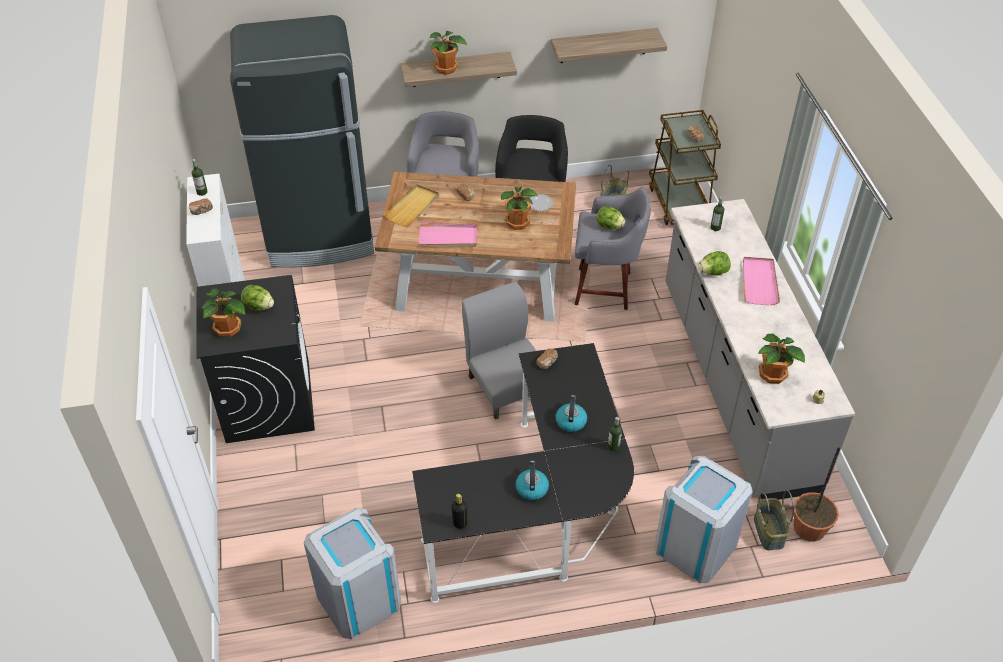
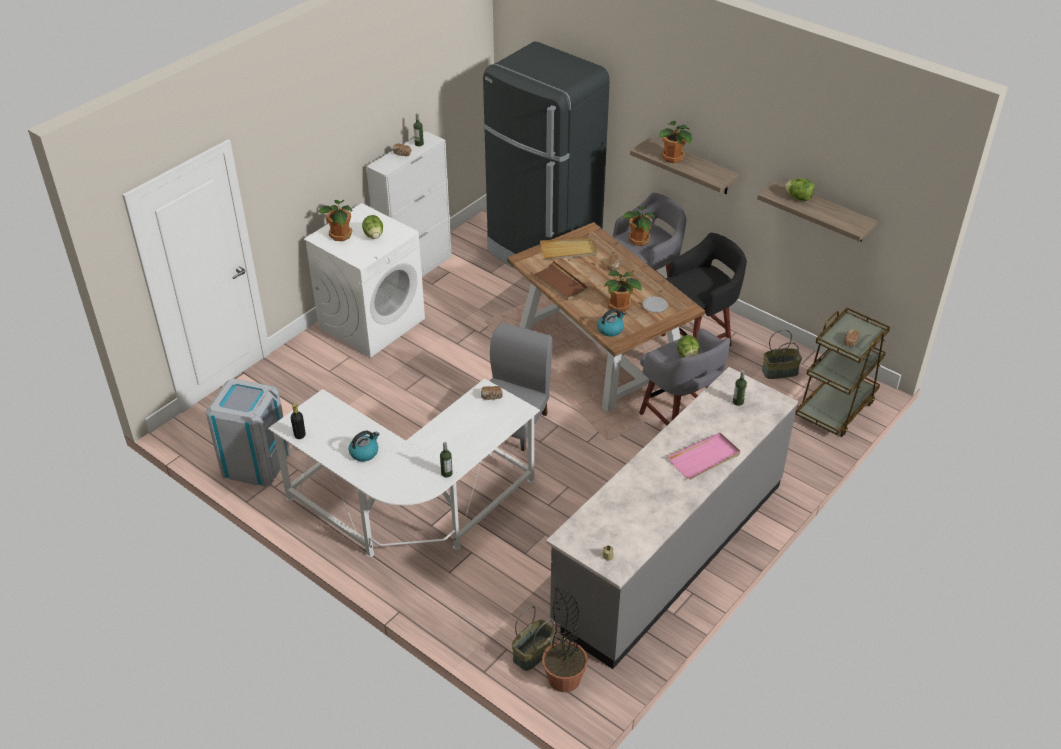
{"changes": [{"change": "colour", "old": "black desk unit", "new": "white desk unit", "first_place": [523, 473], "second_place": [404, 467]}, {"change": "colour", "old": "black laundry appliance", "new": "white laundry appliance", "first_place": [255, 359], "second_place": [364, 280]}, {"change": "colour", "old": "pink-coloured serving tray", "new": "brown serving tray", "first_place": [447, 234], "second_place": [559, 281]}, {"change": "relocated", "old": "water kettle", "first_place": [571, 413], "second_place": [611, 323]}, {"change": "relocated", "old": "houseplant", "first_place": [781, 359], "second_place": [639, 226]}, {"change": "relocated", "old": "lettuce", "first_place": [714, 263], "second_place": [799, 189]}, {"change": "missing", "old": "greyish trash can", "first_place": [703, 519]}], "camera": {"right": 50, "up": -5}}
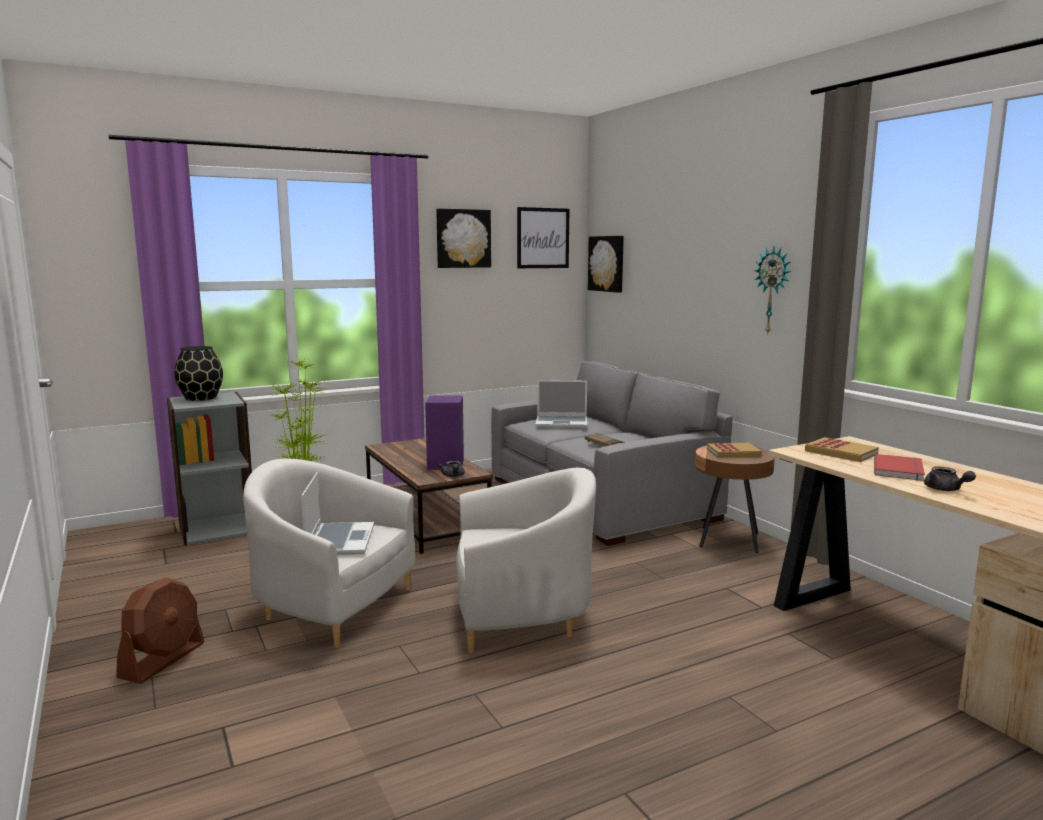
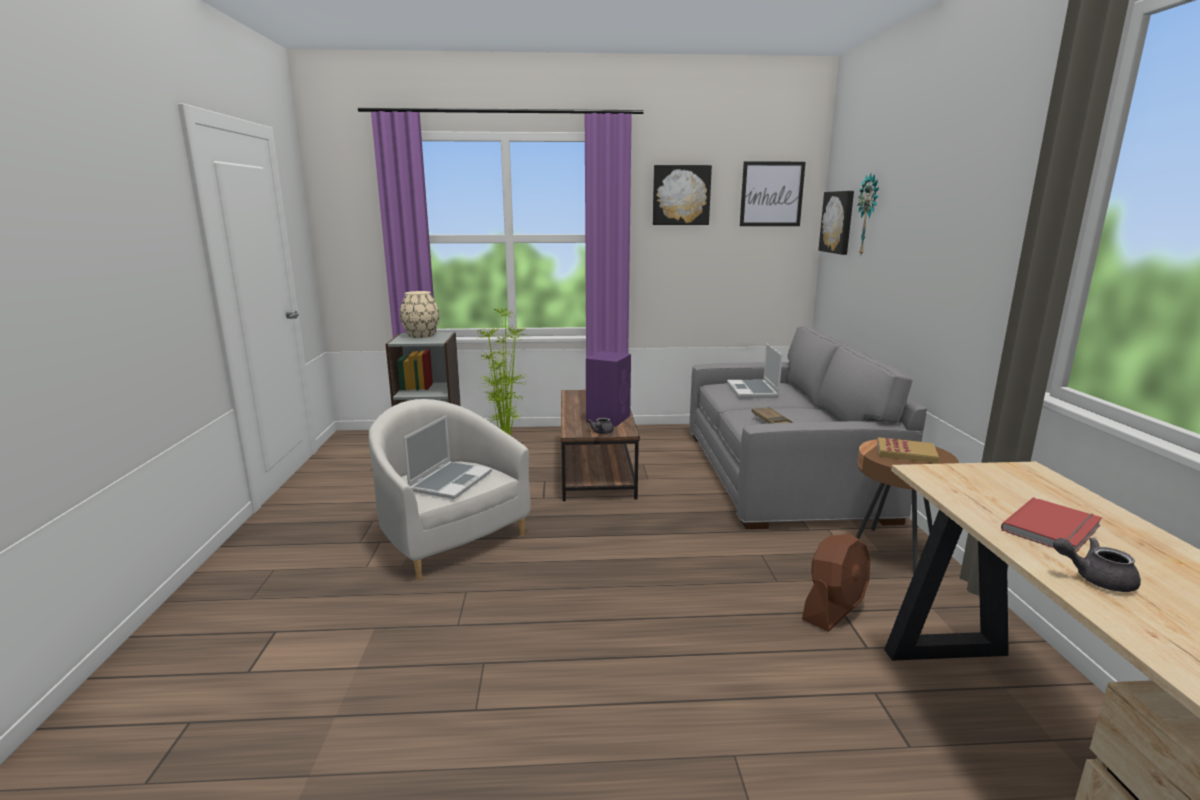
{"changes": [{"change": "colour", "old": "black vase", "new": "beige vase", "first_place": [198, 373], "second_place": [419, 314]}, {"change": "spun", "old": "laptop", "first_place": [561, 404], "second_place": [754, 370], "degrees": 60}, {"change": "relocated", "old": "brown cooling fan", "first_place": [160, 631], "second_place": [836, 583]}, {"change": "relocated", "old": "clock on the wall", "first_place": [772, 291], "second_place": [868, 214]}, {"change": "spun", "old": "greyish pot for tea", "first_place": [950, 478], "second_place": [1097, 564], "degrees": 105}, {"change": "missing", "old": "white lounge chair", "first_place": [526, 560]}, {"change": "missing", "old": "volume", "first_place": [842, 449]}], "camera": {"right": 25, "up": 5}}
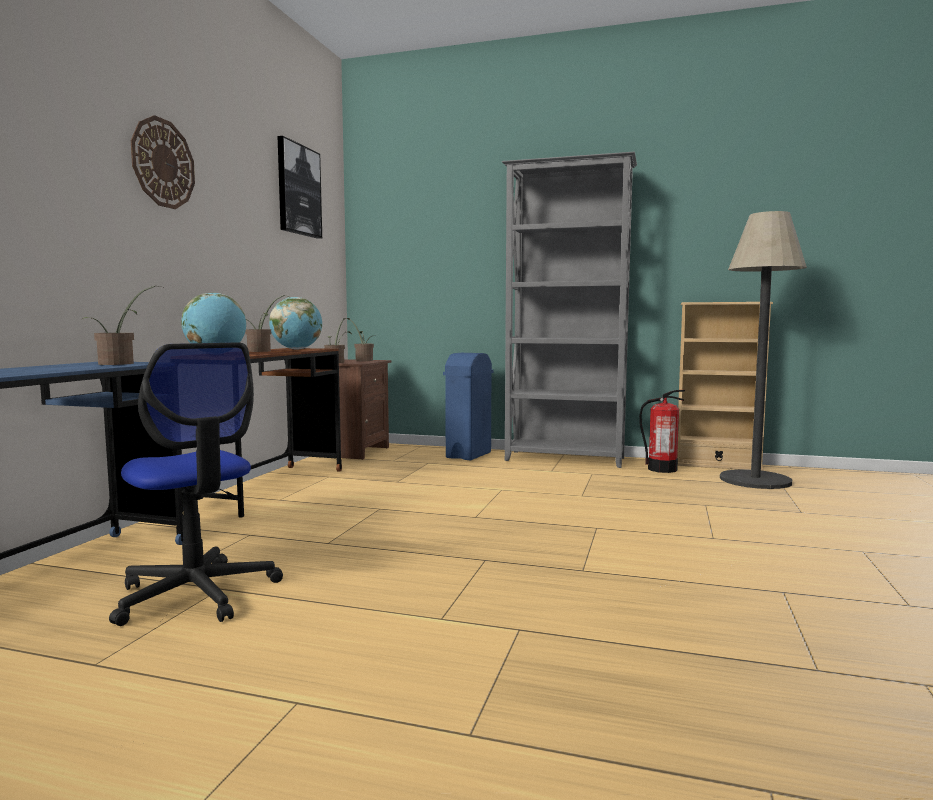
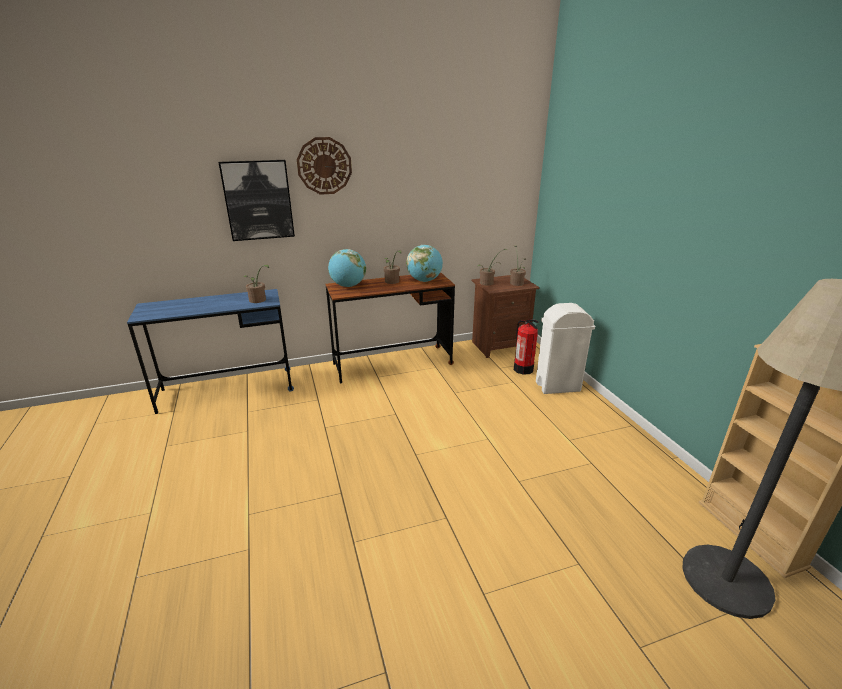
{"changes": [{"change": "relocated", "old": "picture", "first_place": [300, 187], "second_place": [256, 200]}, {"change": "relocated", "old": "fire-fighting cylinder", "first_place": [662, 431], "second_place": [526, 347]}, {"change": "colour", "old": "bluish trash can", "new": "white trash can", "first_place": [468, 407], "second_place": [565, 348]}, {"change": "missing", "old": "computer chair", "first_place": [196, 484]}, {"change": "missing", "old": "greyish bookshelf", "first_place": [569, 310]}], "camera": {"right": 55, "up": 20}}
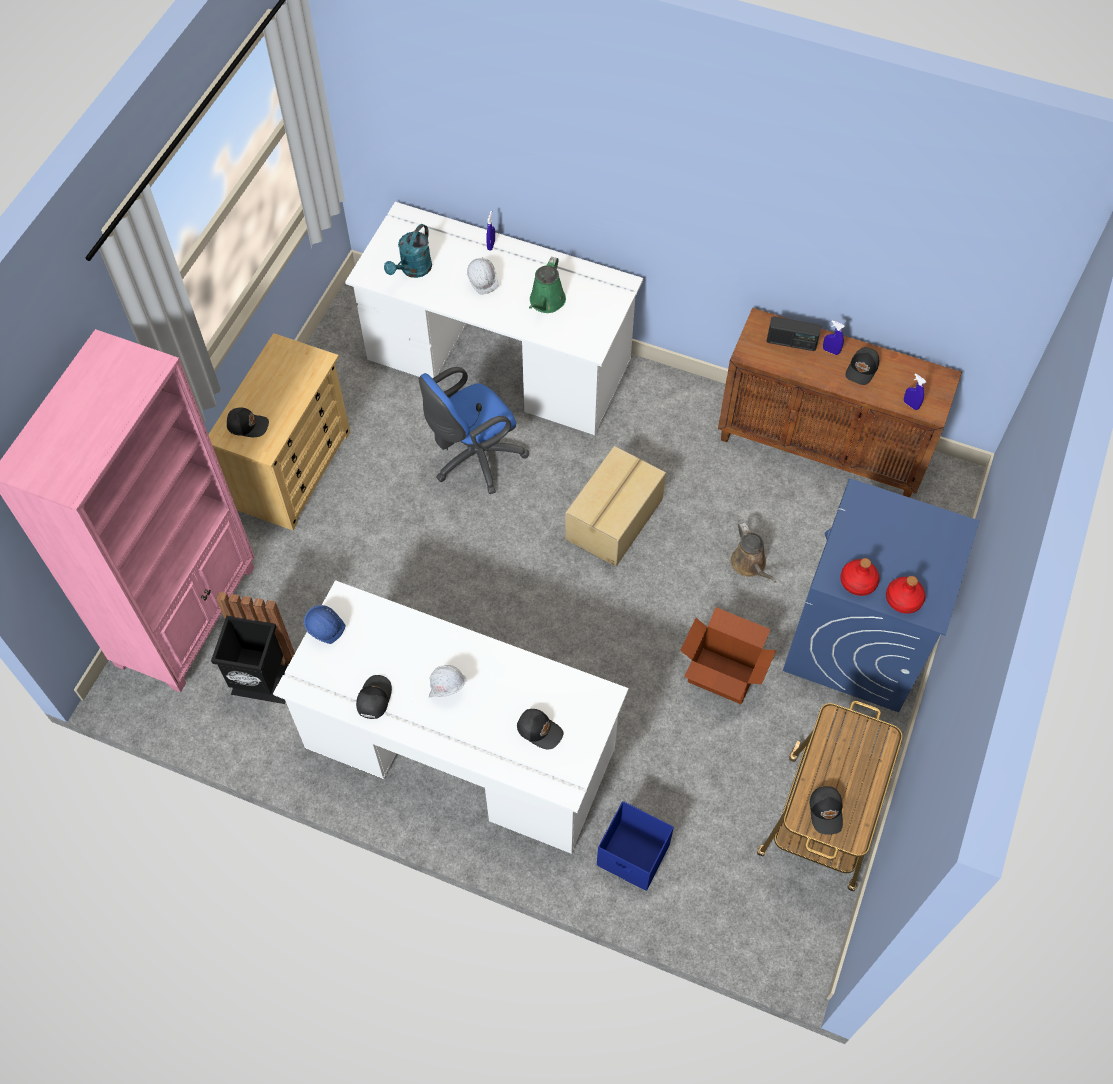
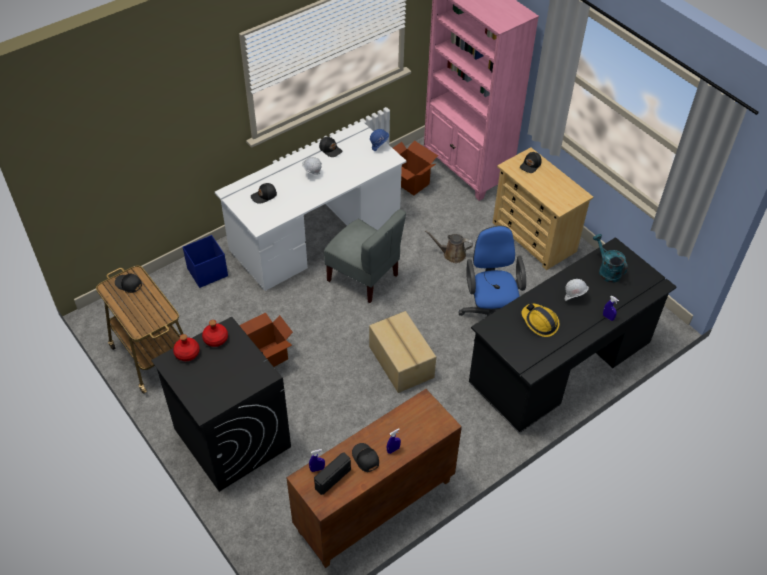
{"changes": [{"change": "colour", "old": "bluish laundry appliance", "new": "black laundry appliance", "first_place": [881, 595], "second_place": [221, 404]}, {"change": "relocated", "old": "radio", "first_place": [793, 333], "second_place": [332, 474]}, {"change": "appeared", "new": "greyish chair", "second_place": [365, 256]}, {"change": "exchanged", "old": "black trash can", "new": "cardboard box", "first_place": [253, 648], "second_place": [415, 167]}, {"change": "relocated", "old": "brown watering can", "first_place": [753, 552], "second_place": [449, 246]}, {"change": "colour", "old": "white desk unit", "new": "black desk unit", "first_place": [494, 318], "second_place": [572, 335]}, {"change": "exchanged", "old": "green watering can", "new": "hard hat", "first_place": [547, 285], "second_place": [541, 320]}], "camera": {"right": 120, "up": -10}}
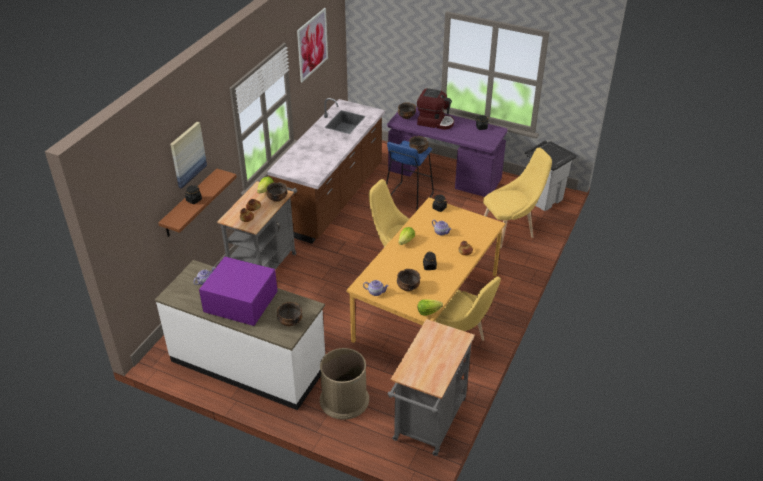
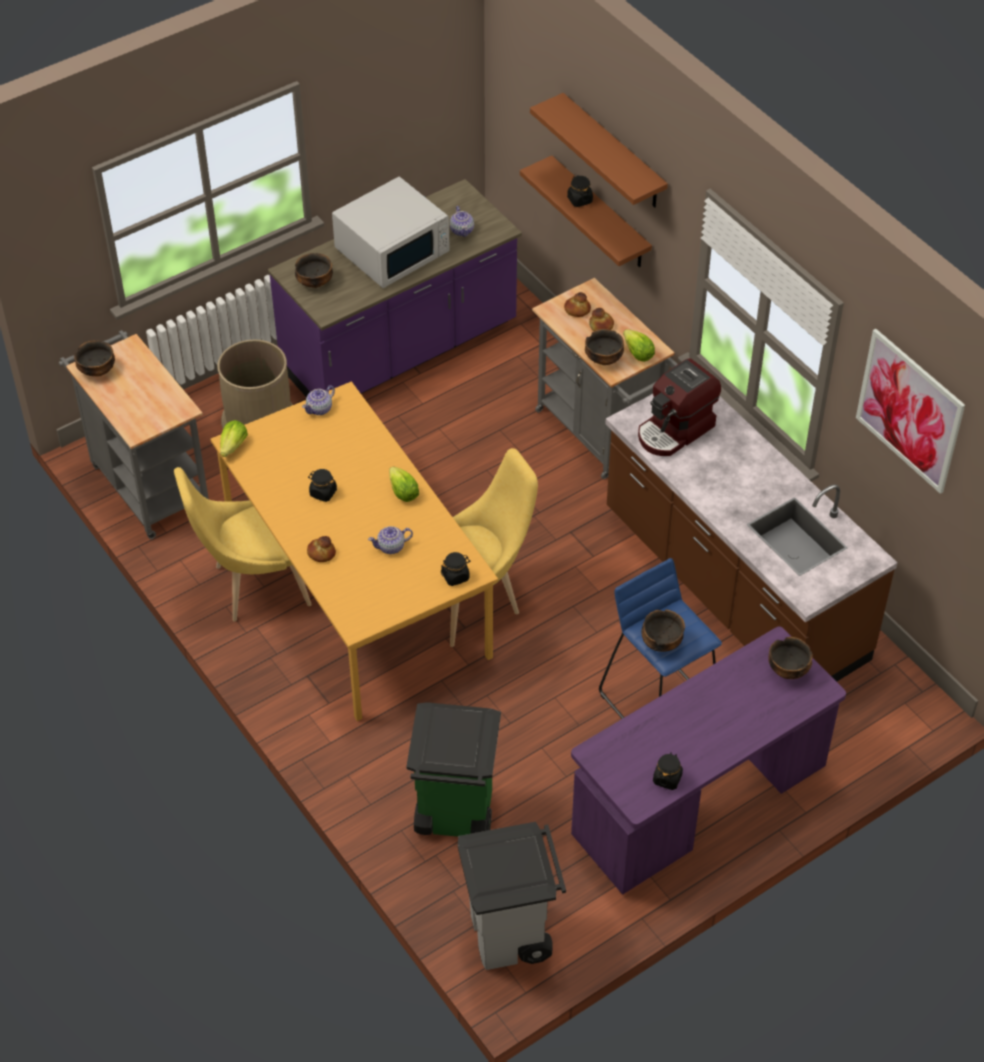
{"changes": [{"change": "relocated", "old": "deep dish", "first_place": [408, 280], "second_place": [94, 358]}, {"change": "colour", "old": "white kitchen counter", "new": "purple kitchen counter", "first_place": [240, 335], "second_place": [395, 288]}, {"change": "colour", "old": "purple microwave", "new": "white microwave", "first_place": [238, 291], "second_place": [391, 232]}, {"change": "exchanged", "old": "yellow chair", "new": "green trash can", "first_place": [517, 198], "second_place": [453, 769]}, {"change": "exchanged", "old": "picture", "new": "brown wall shelf", "first_place": [188, 155], "second_place": [599, 150]}, {"change": "relocated", "old": "coffee brewer", "first_place": [435, 109], "second_place": [679, 407]}], "camera": {"right": 120, "up": 10}}
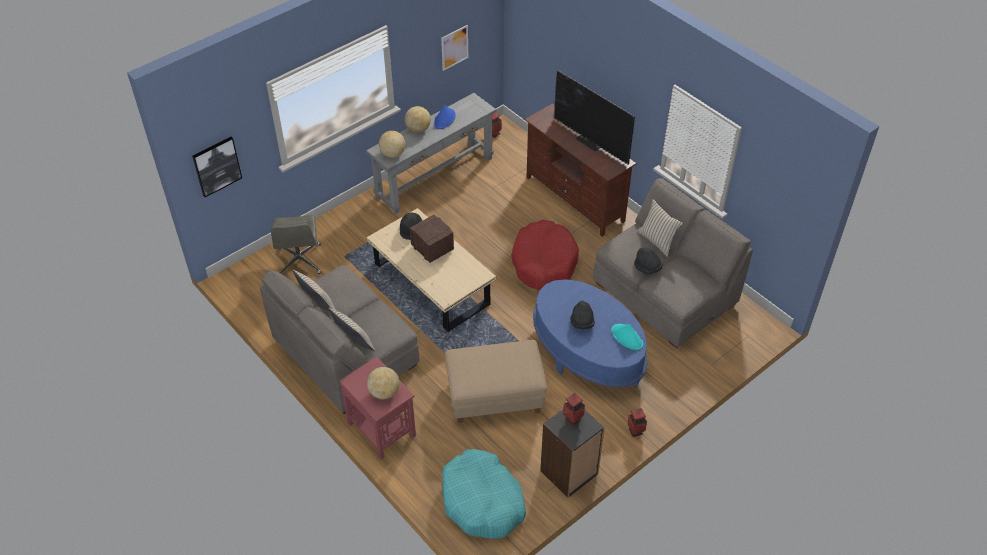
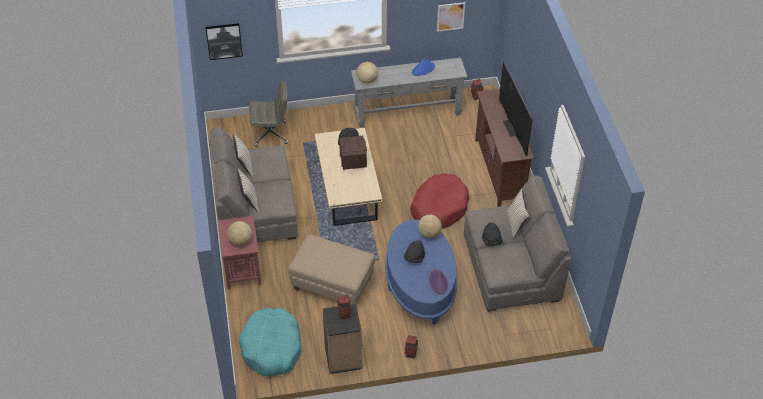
{"changes": [{"change": "spun", "old": "greyish computer chair", "first_place": [296, 244], "second_place": [268, 113], "degrees": -120}, {"change": "relocated", "old": "globe", "first_place": [418, 119], "second_place": [430, 226]}, {"change": "colour", "old": "turquoise clothing hat", "new": "purple clothing hat", "first_place": [627, 337], "second_place": [438, 282]}], "camera": {"right": 30, "up": 0}}
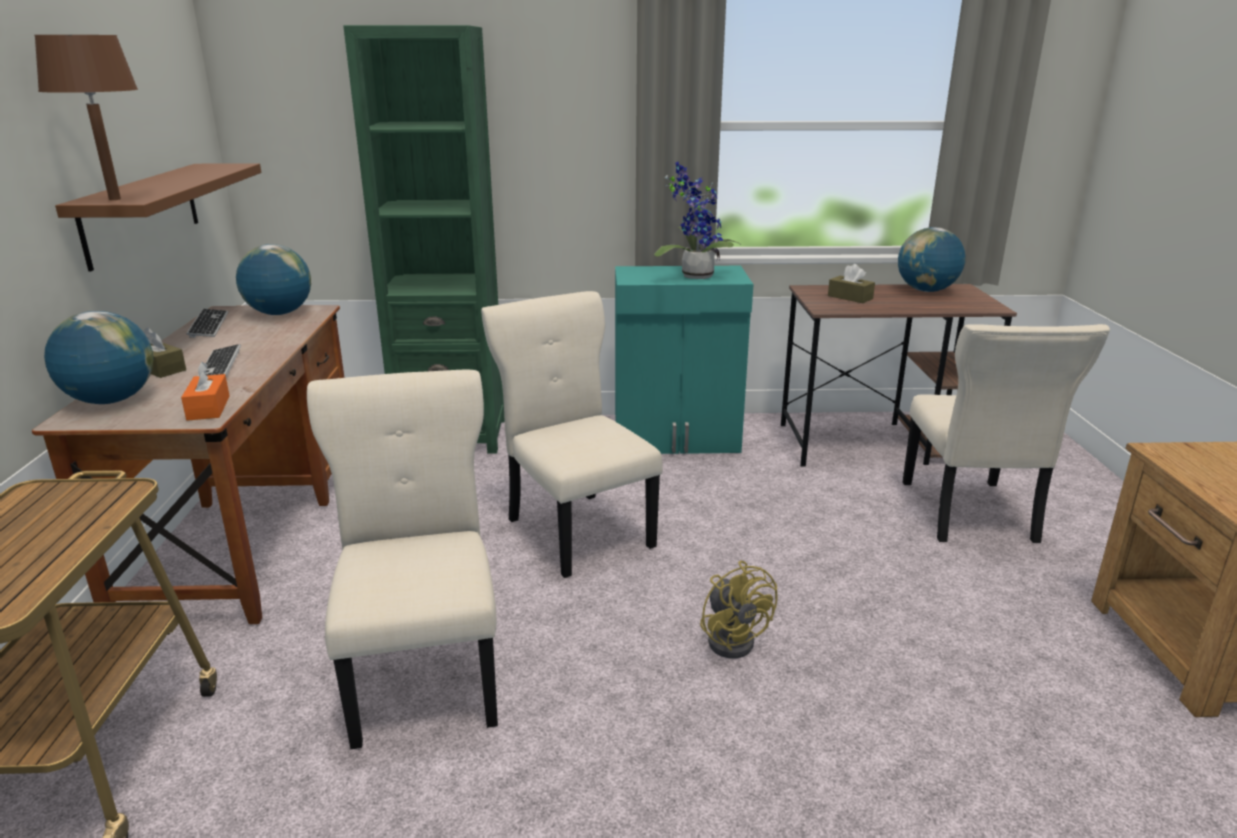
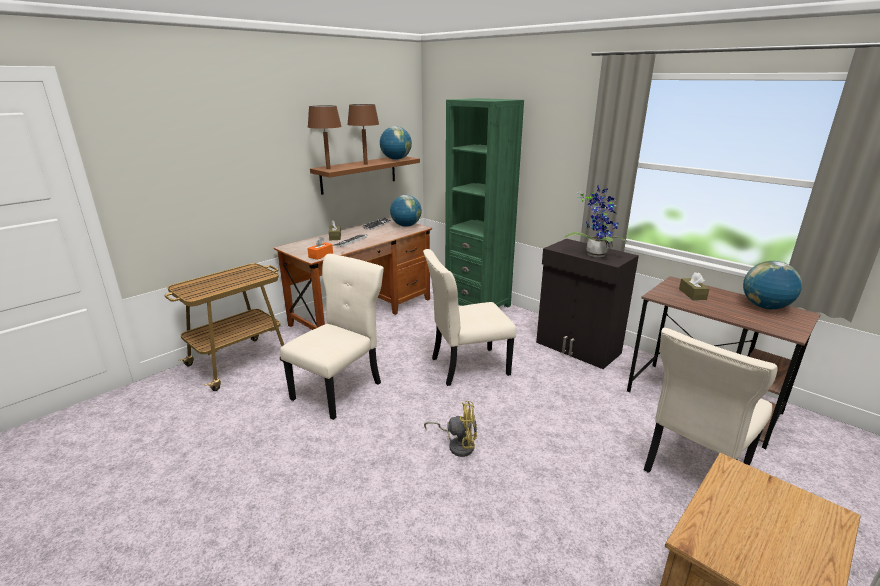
{"changes": [{"change": "appeared", "new": "brown lamp for a table", "second_place": [363, 134]}, {"change": "relocated", "old": "globe", "first_place": [98, 357], "second_place": [396, 143]}, {"change": "spun", "old": "beige chair", "first_place": [571, 434], "second_place": [469, 317], "degrees": -120}, {"change": "spun", "old": "yellow cooling fan", "first_place": [739, 609], "second_place": [450, 429], "degrees": -105}, {"change": "colour", "old": "turquoise cabinet", "new": "black cabinet", "first_place": [684, 360], "second_place": [587, 304]}], "camera": {"right": 45, "up": 0}}
